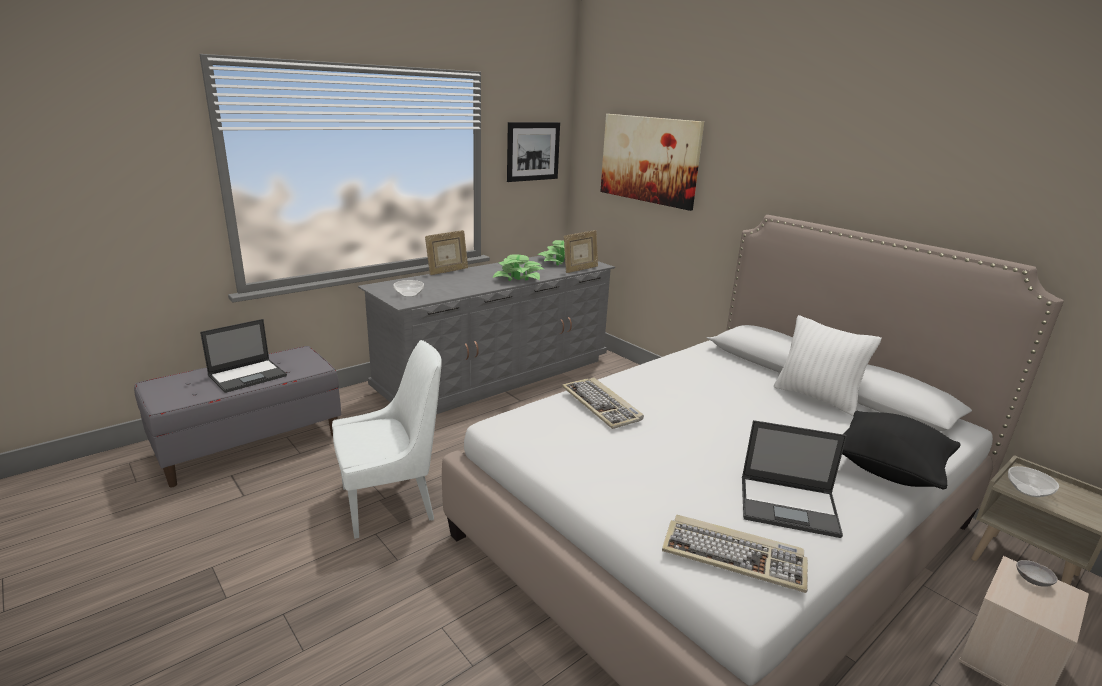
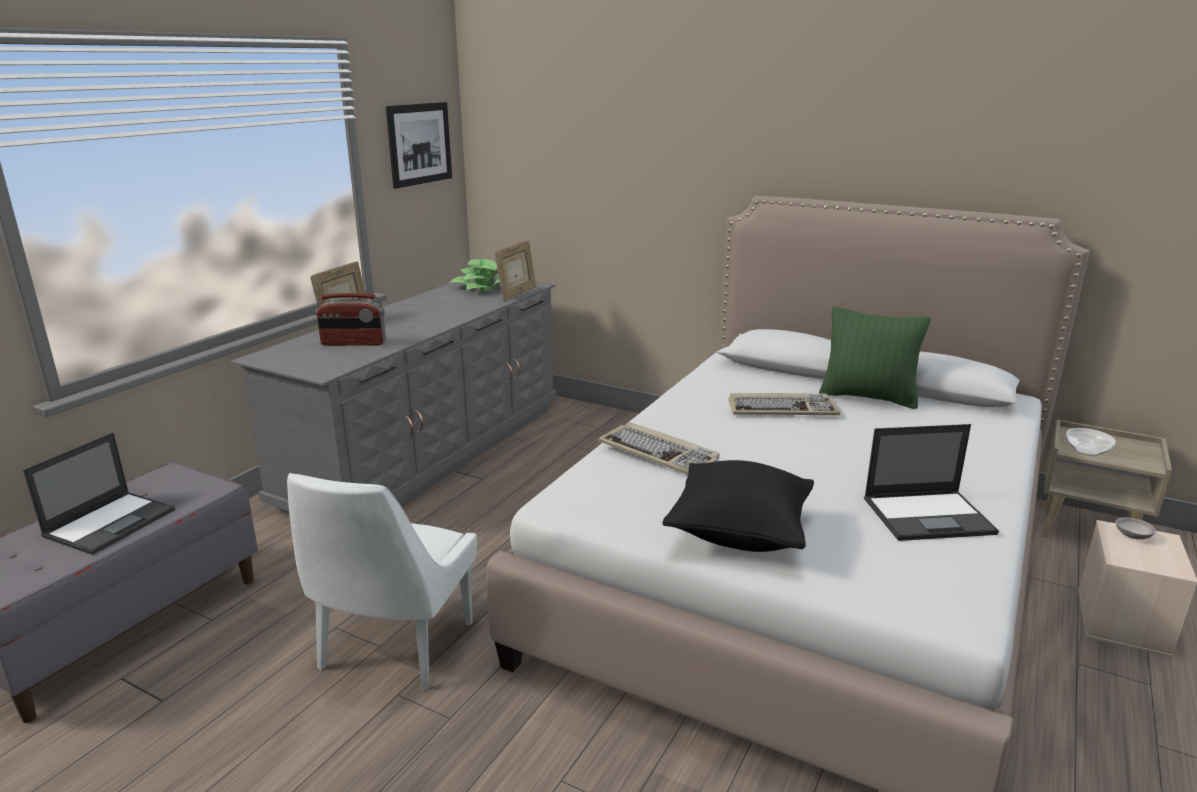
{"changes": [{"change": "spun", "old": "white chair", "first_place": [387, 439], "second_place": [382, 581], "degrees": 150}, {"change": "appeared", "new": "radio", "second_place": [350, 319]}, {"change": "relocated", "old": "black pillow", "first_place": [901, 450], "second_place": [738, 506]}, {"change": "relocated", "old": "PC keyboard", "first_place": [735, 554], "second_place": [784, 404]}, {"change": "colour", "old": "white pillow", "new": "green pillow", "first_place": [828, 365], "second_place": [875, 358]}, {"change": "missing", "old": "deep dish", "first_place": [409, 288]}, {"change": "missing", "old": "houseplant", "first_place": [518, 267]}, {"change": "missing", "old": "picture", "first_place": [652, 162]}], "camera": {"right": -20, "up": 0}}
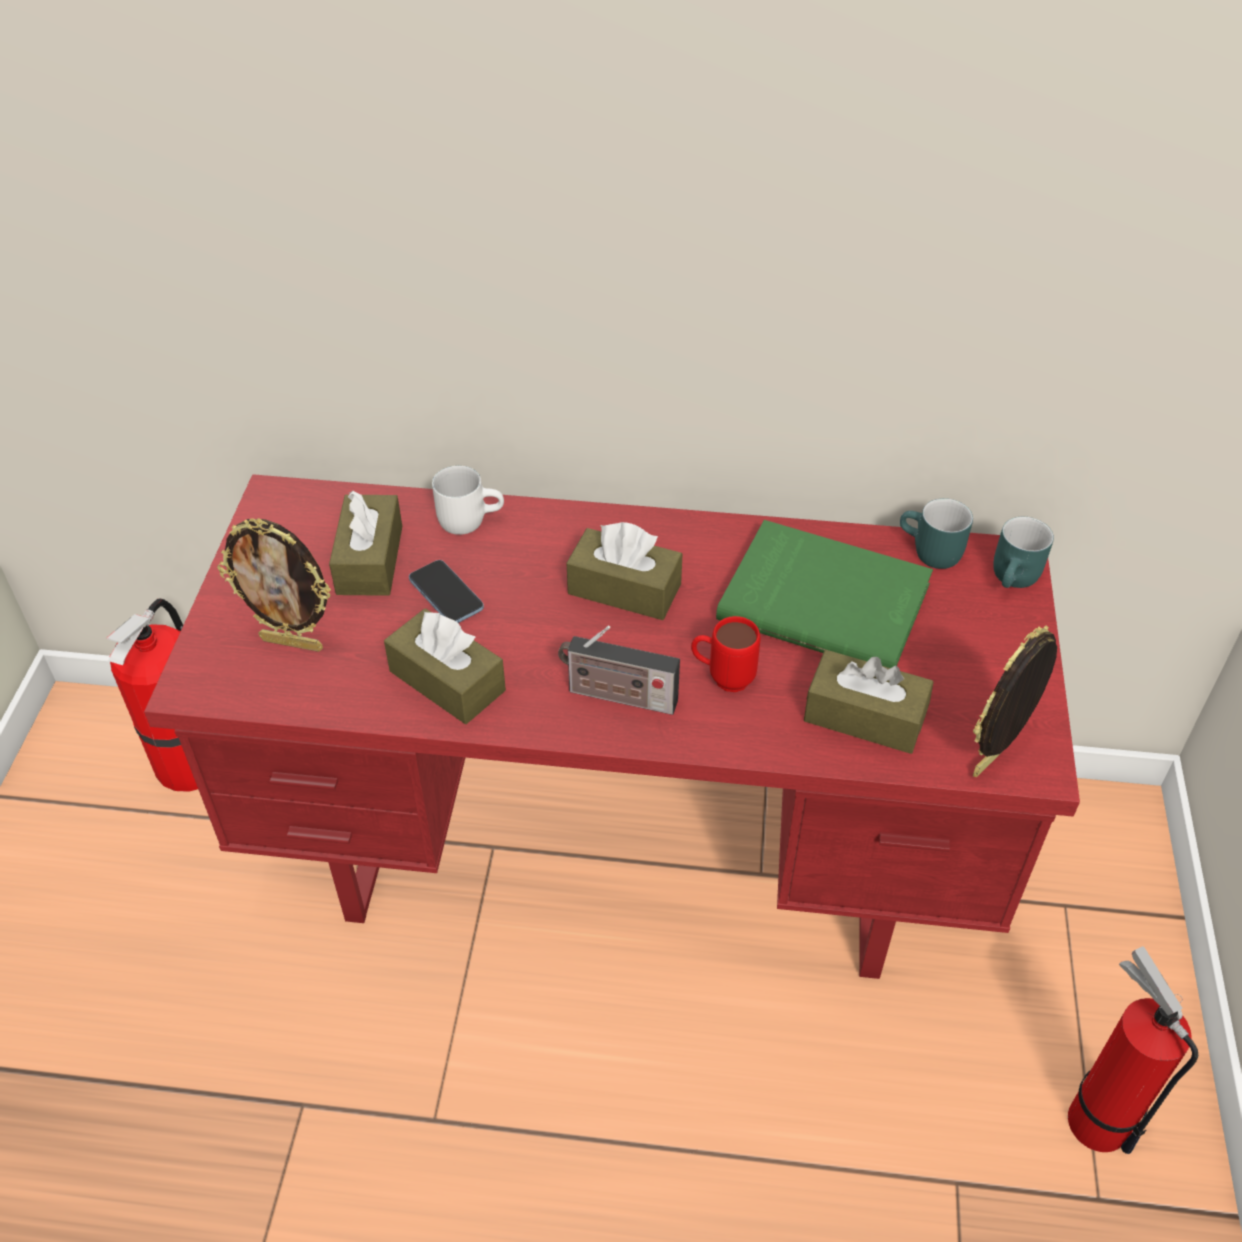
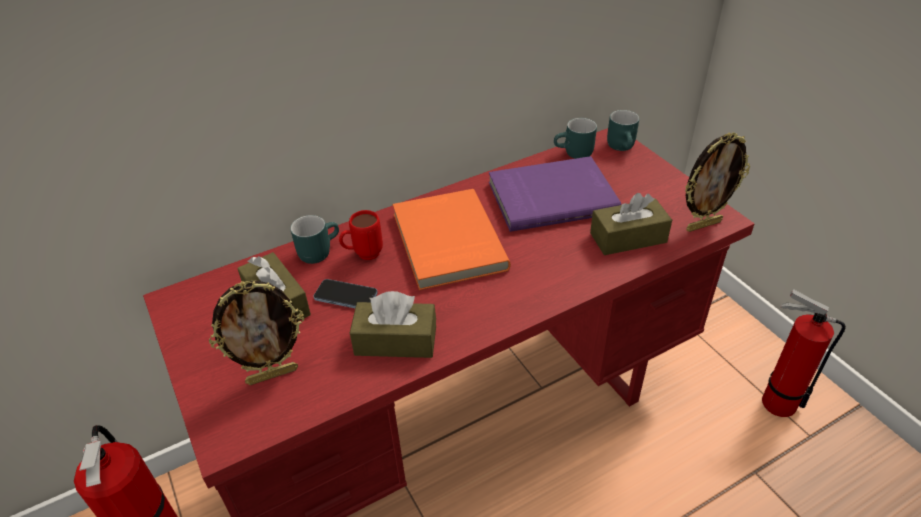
{"changes": [{"change": "colour", "old": "white tea mug", "new": "turquoise tea mug", "first_place": [468, 500], "second_place": [314, 239]}, {"change": "relocated", "old": "red tea mug", "first_place": [725, 654], "second_place": [361, 235]}, {"change": "exchanged", "old": "brown tissue box", "new": "orange volume", "first_place": [625, 571], "second_place": [452, 239]}, {"change": "colour", "old": "green volume", "new": "purple volume", "first_place": [824, 594], "second_place": [555, 194]}, {"change": "spun", "old": "photo frame", "first_place": [1015, 701], "second_place": [717, 182], "degrees": -120}, {"change": "missing", "old": "radio", "first_place": [619, 670]}], "camera": {"right": -35, "up": -5}}
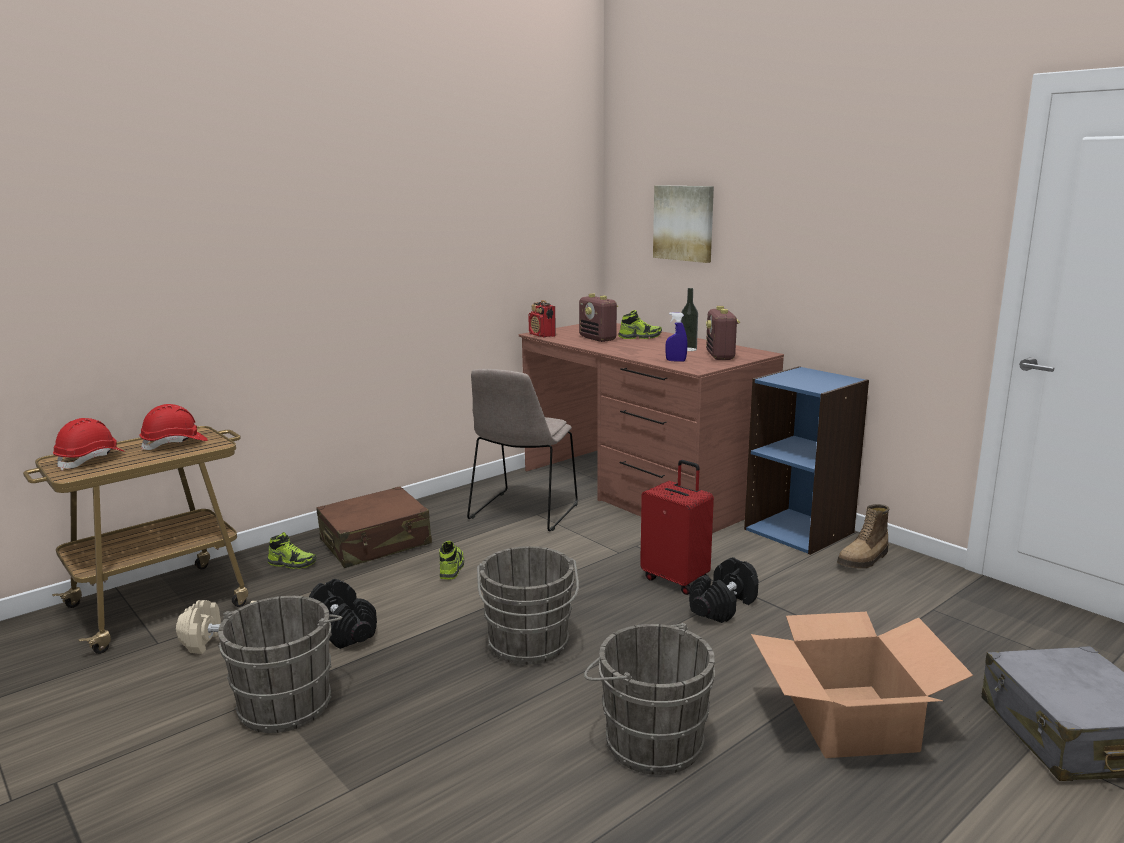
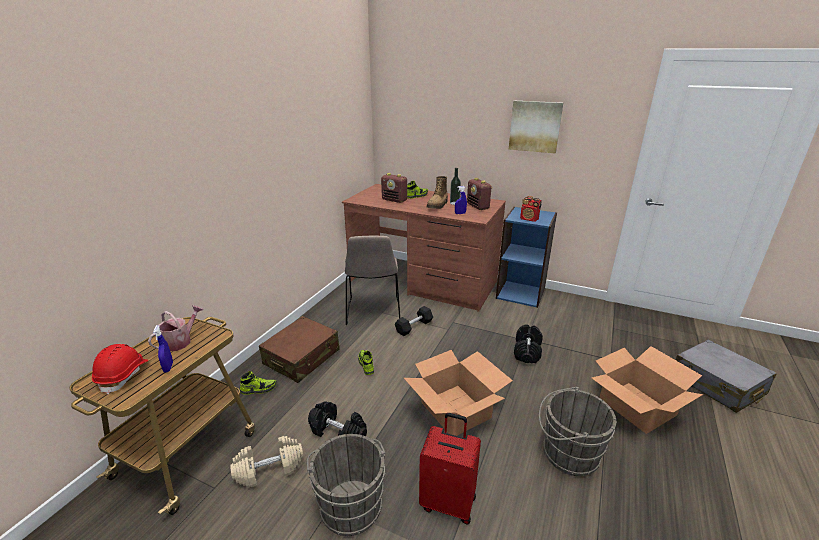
{"changes": [{"change": "exchanged", "old": "red hard hat", "new": "watering can", "first_place": [174, 427], "second_place": [175, 328]}, {"change": "appeared", "new": "bluish sprayer", "second_place": [163, 349]}, {"change": "appeared", "new": "black hand weight", "second_place": [414, 321]}, {"change": "exchanged", "old": "greyish bucket", "new": "cardboard box", "first_place": [528, 605], "second_place": [458, 393]}, {"change": "relocated", "old": "red piece of luggage", "first_place": [677, 527], "second_place": [450, 468]}, {"change": "relocated", "old": "high-top boot", "first_place": [863, 536], "second_place": [437, 192]}, {"change": "relocated", "old": "picture", "first_place": [683, 224], "second_place": [536, 127]}, {"change": "relocated", "old": "radio", "first_place": [542, 318], "second_place": [531, 209]}], "camera": {"right": -25, "up": 10}}
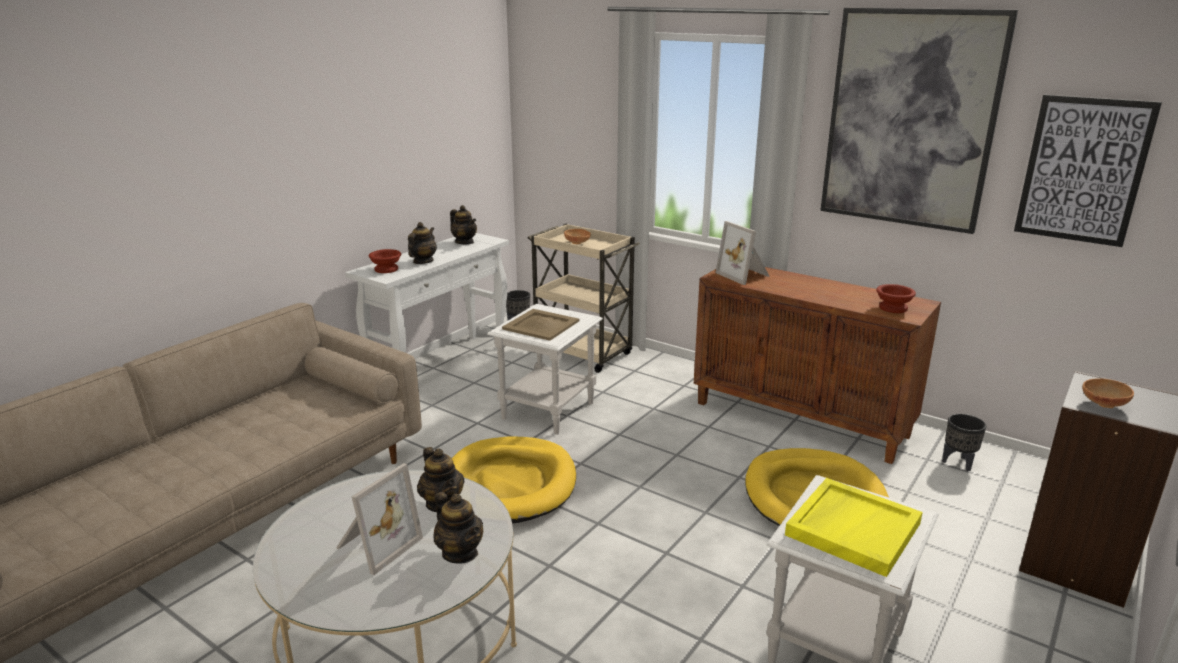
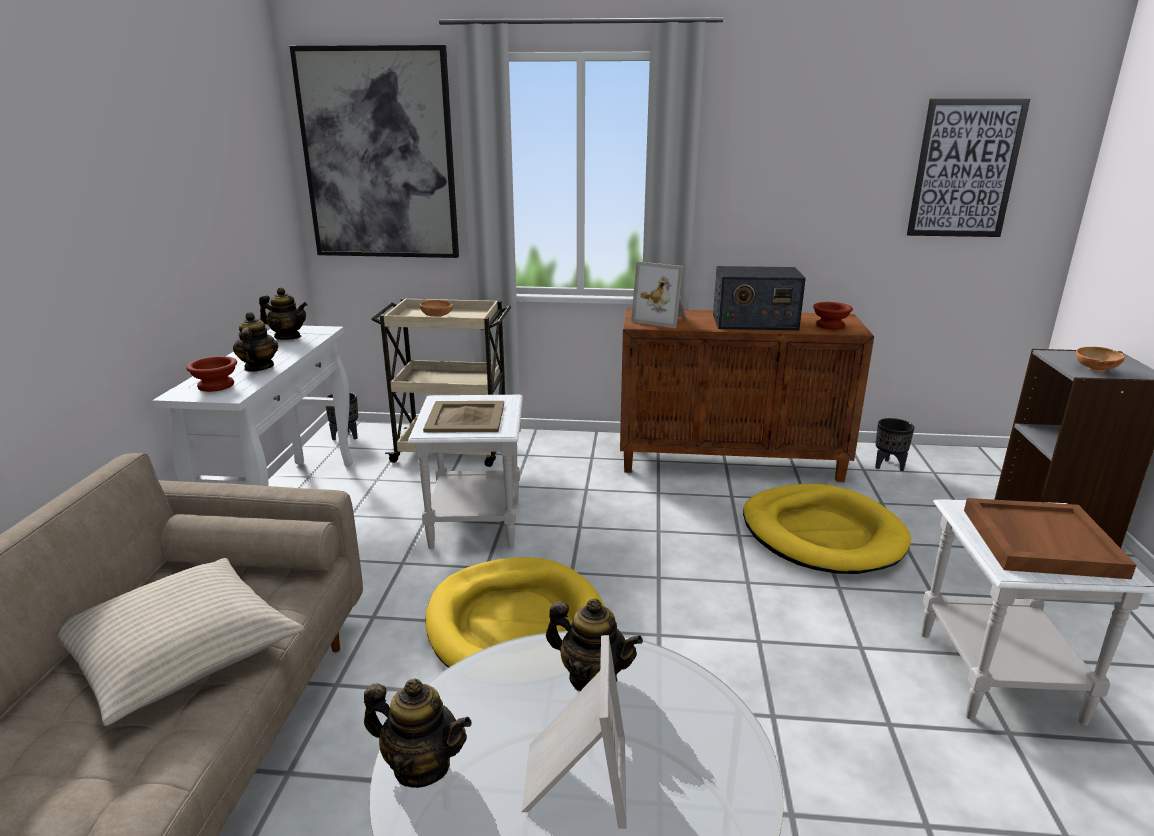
{"changes": [{"change": "appeared", "new": "beige pillow", "second_place": [181, 642]}, {"change": "relocated", "old": "picture", "first_place": [919, 121], "second_place": [374, 151]}, {"change": "relocated", "old": "pot for tea", "first_place": [458, 528], "second_place": [418, 733]}, {"change": "appeared", "new": "radio", "second_place": [759, 298]}, {"change": "colour", "old": "yellow serving tray", "new": "brown serving tray", "first_place": [854, 527], "second_place": [1050, 538]}], "camera": {"right": -30, "up": 0}}
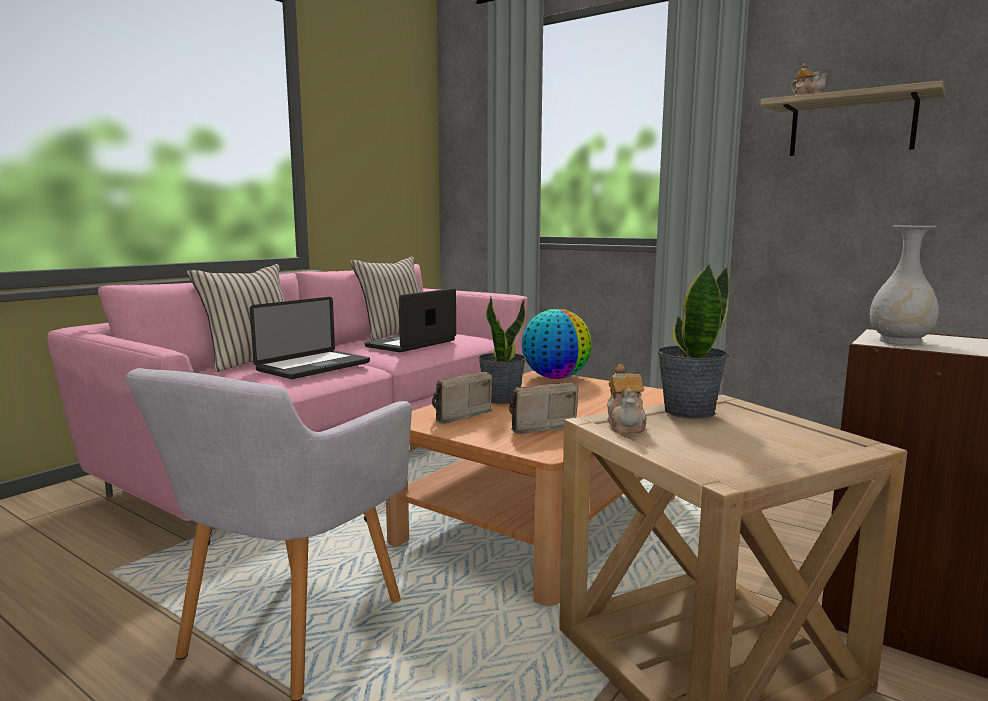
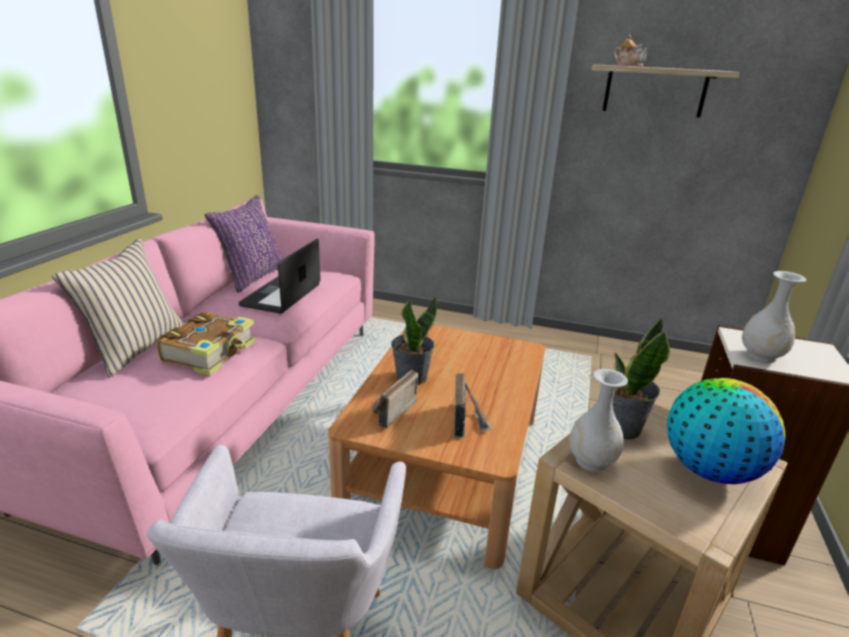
{"changes": [{"change": "exchanged", "old": "laptop", "new": "volume", "first_place": [310, 338], "second_place": [206, 343]}, {"change": "colour", "old": "beige pillow", "new": "purple pillow", "first_place": [385, 298], "second_place": [244, 244]}, {"change": "spun", "old": "radio", "first_place": [543, 408], "second_place": [472, 405], "degrees": 135}, {"change": "exchanged", "old": "pot for tea", "new": "white vase", "first_place": [627, 399], "second_place": [598, 420]}, {"change": "relocated", "old": "globe", "first_place": [557, 344], "second_place": [726, 431]}], "camera": {"right": -20, "up": 15}}
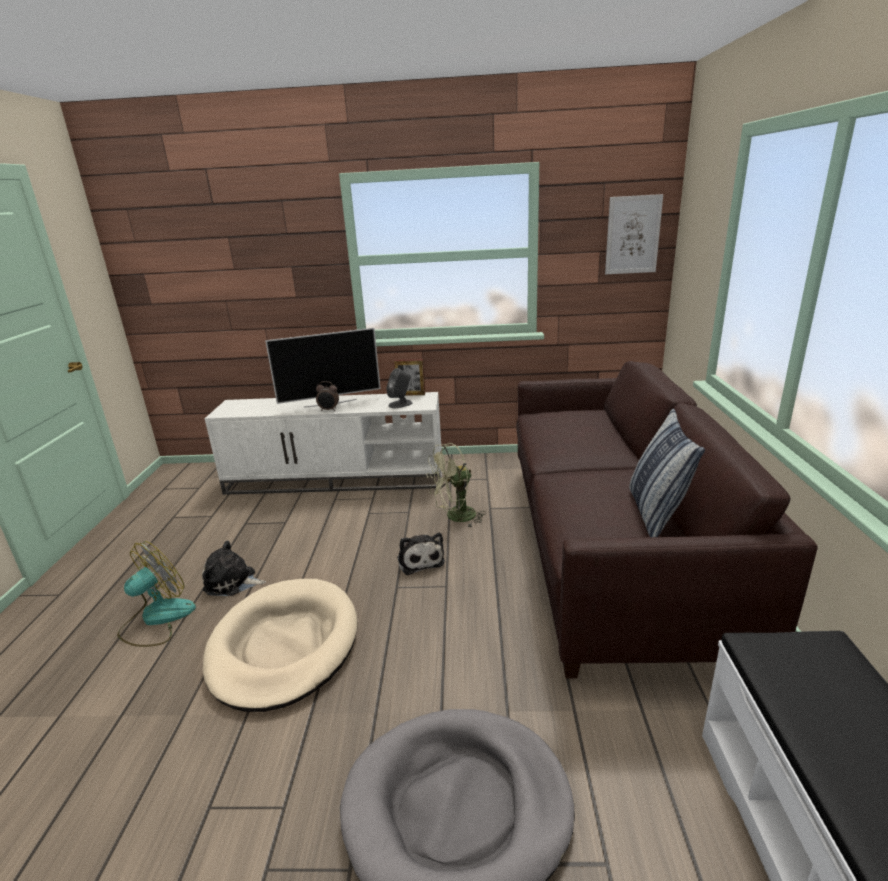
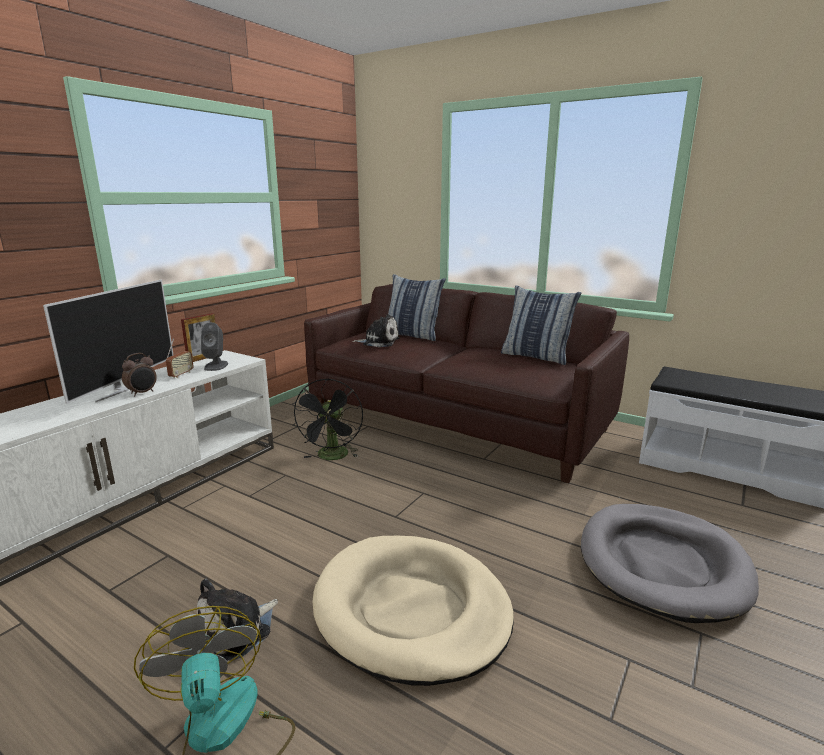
{"changes": [{"change": "appeared", "new": "radio", "second_place": [179, 358]}, {"change": "colour", "old": "green cooling fan", "new": "black cooling fan", "first_place": [456, 485], "second_place": [327, 419]}, {"change": "relocated", "old": "plush toy", "first_place": [421, 554], "second_place": [375, 330]}, {"change": "appeared", "new": "pillow", "second_place": [417, 307]}, {"change": "missing", "old": "picture", "first_place": [634, 234]}], "camera": {"right": -60, "up": -5}}
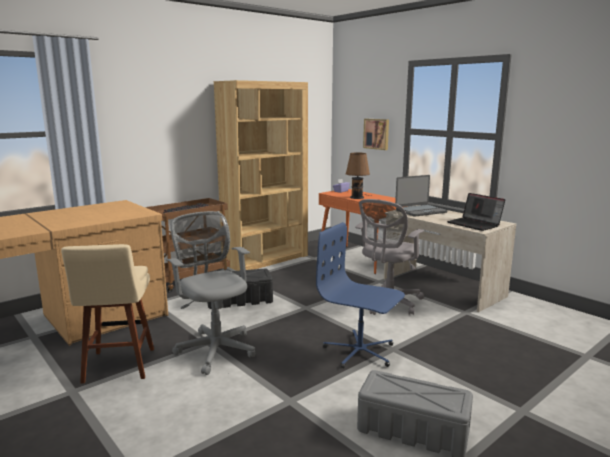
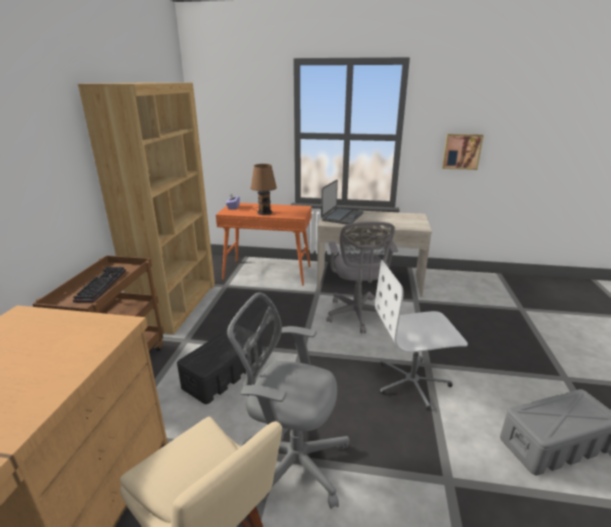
{"changes": [{"change": "colour", "old": "bluish computer chair", "new": "white computer chair", "first_place": [360, 295], "second_place": [421, 335]}, {"change": "relocated", "old": "picture", "first_place": [376, 134], "second_place": [463, 152]}, {"change": "missing", "old": "laptop", "first_place": [476, 212]}], "camera": {"right": -40, "up": 10}}
